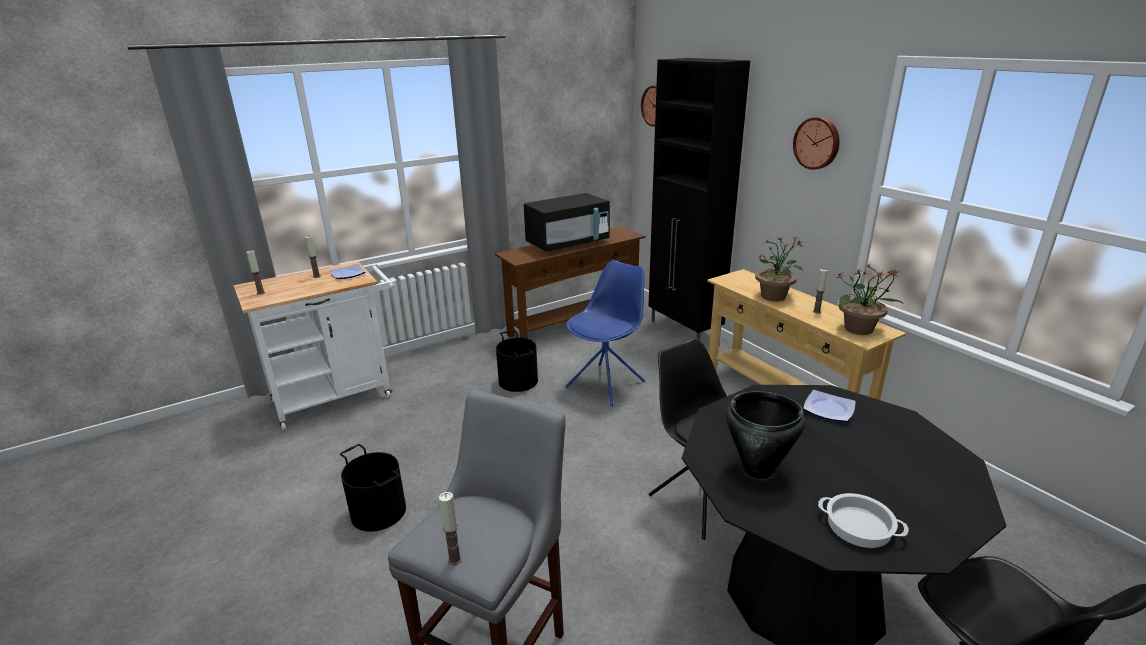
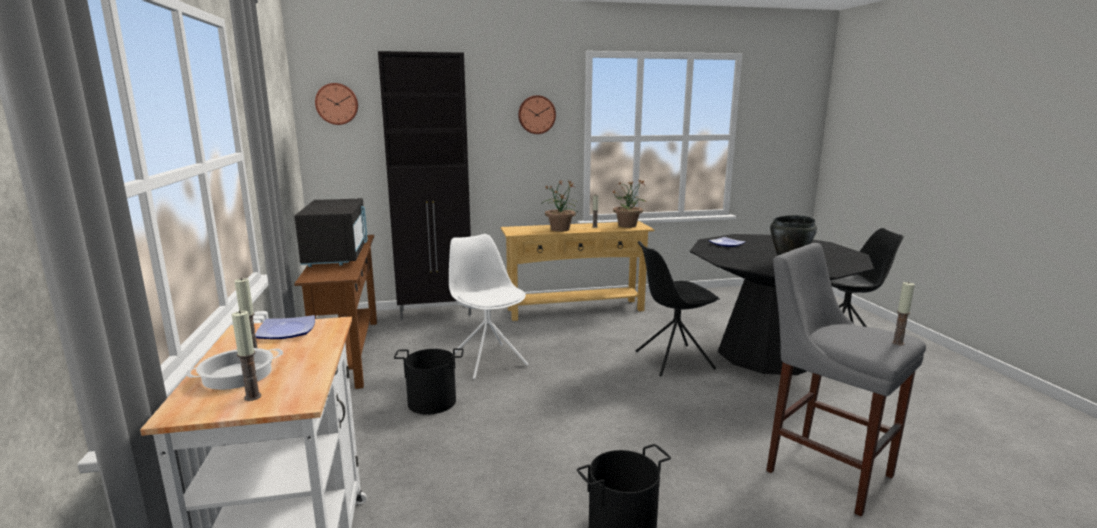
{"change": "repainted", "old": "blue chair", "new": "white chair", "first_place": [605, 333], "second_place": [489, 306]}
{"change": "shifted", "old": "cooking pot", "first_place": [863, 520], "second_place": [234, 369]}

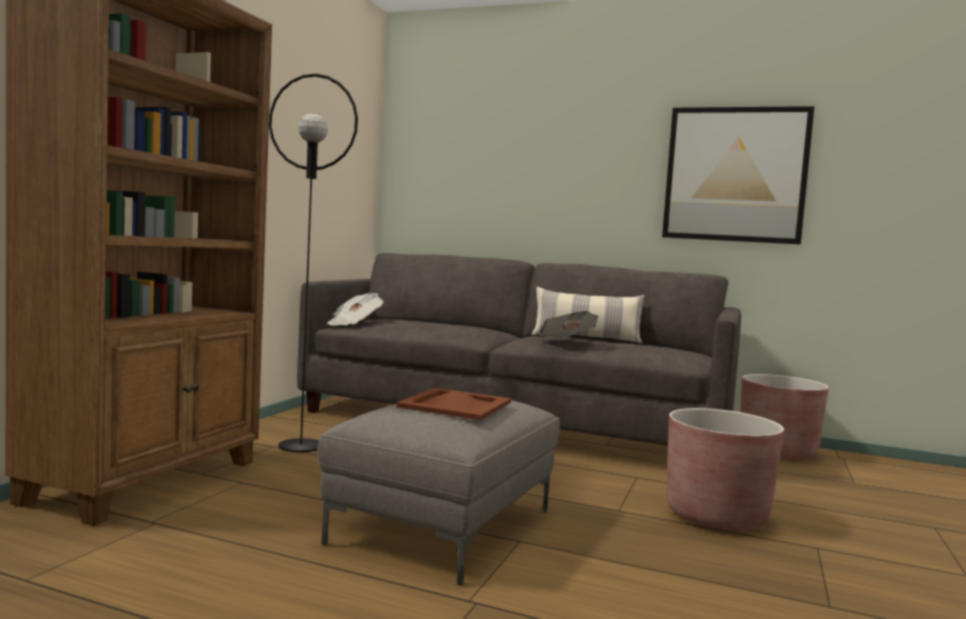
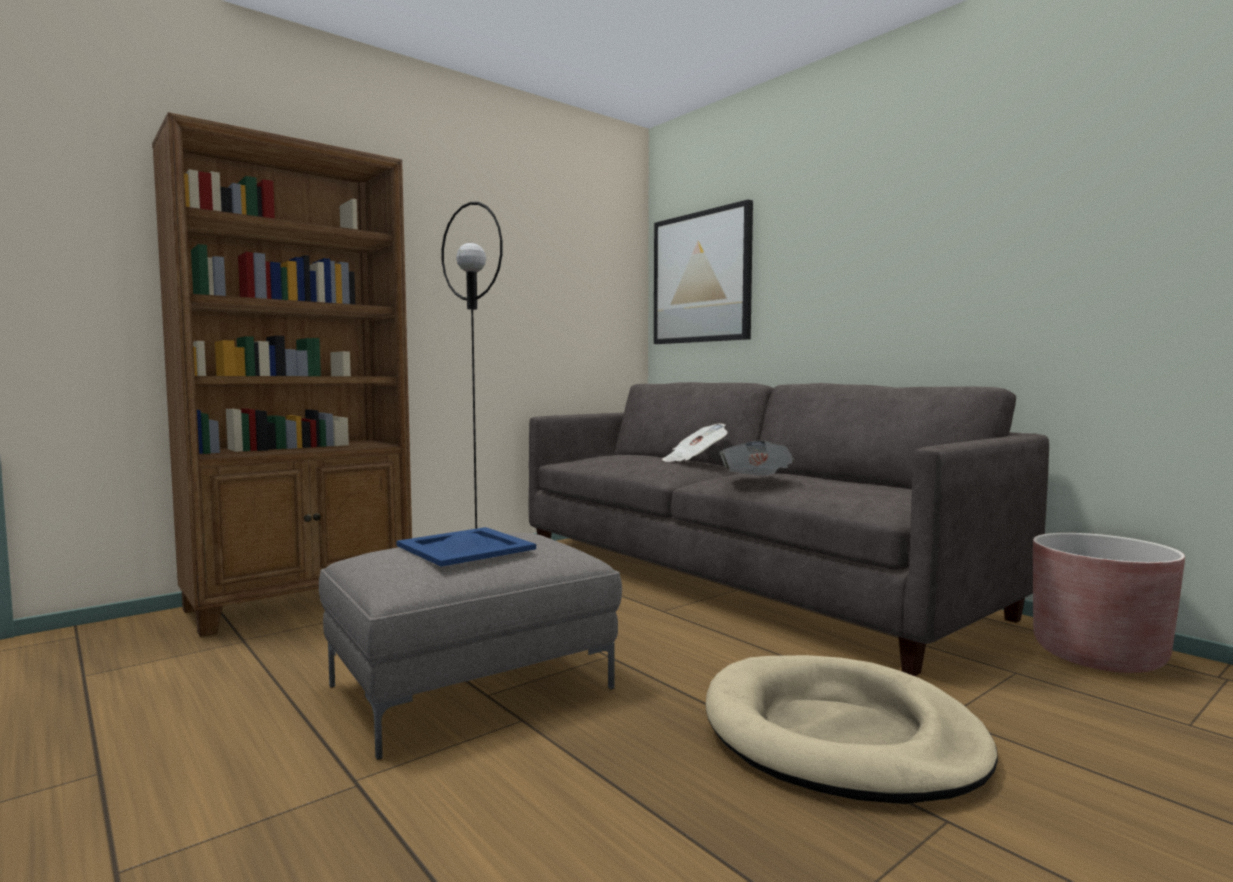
{"change": "shifted", "old": "picture", "first_place": [738, 175], "second_place": [703, 271]}
{"change": "gone", "old": "pillow", "first_place": [588, 315]}
{"change": "shifted", "old": "newspaper", "first_place": [355, 309], "second_place": [695, 442]}
{"change": "repainted", "old": "brown tray", "new": "blue tray", "first_place": [453, 404], "second_place": [466, 547]}
{"change": "swapped", "old": "brown planter", "new": "beige dog bed", "first_place": [725, 469], "second_place": [852, 729]}

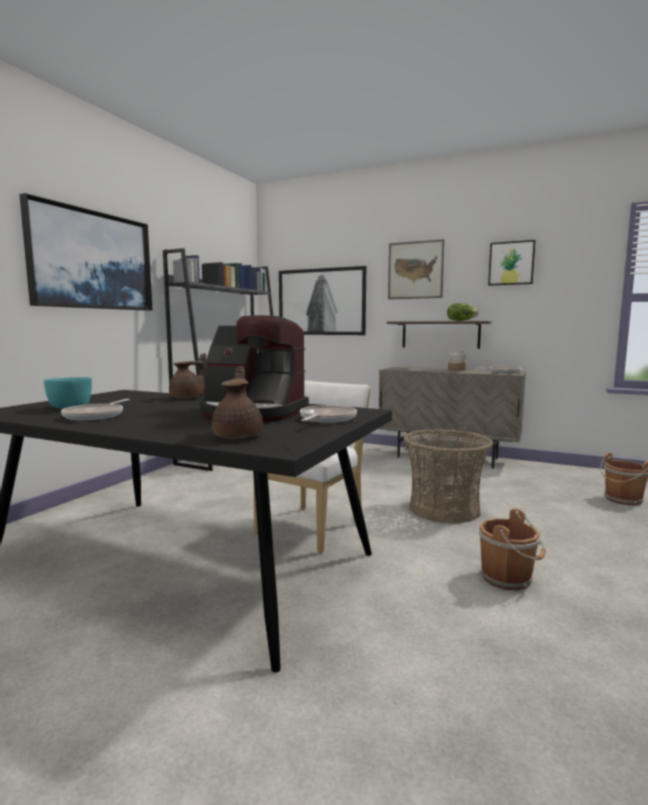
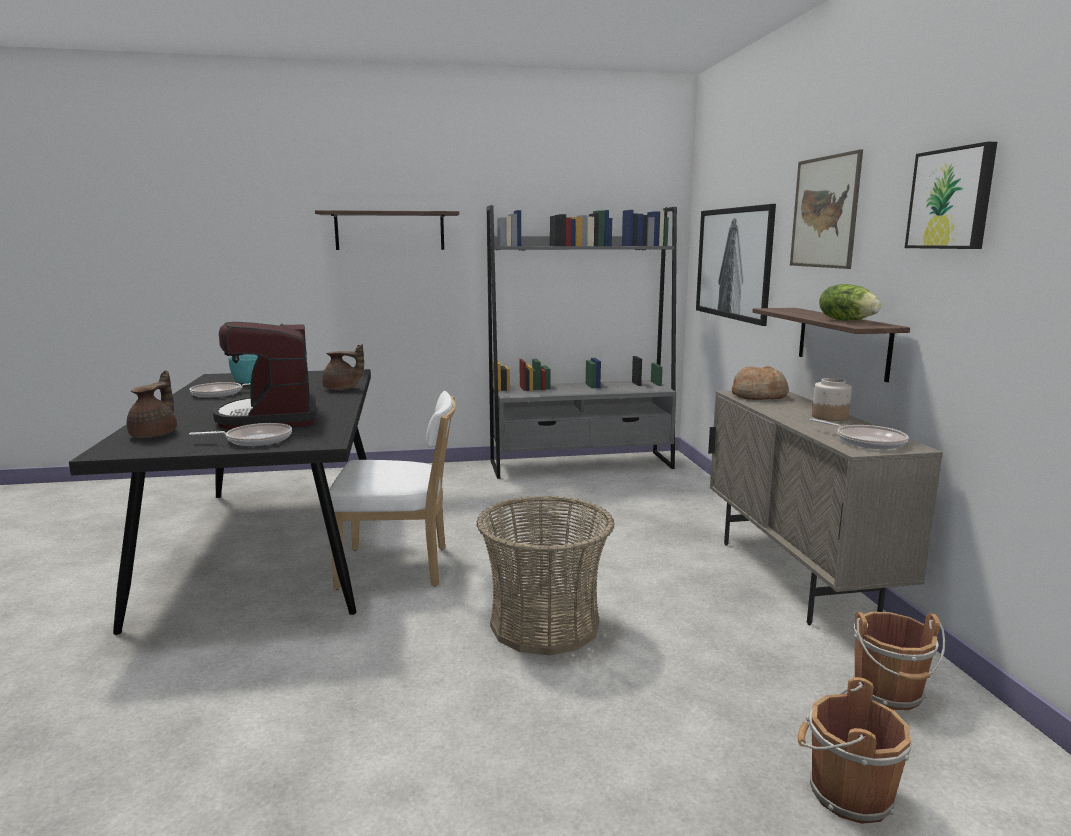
{"change": "swapped", "old": "picture", "new": "shelf", "first_place": [85, 252], "second_place": [387, 230]}
{"change": "rotated", "old": "brown teapot", "first_place": [237, 402], "second_place": [152, 404], "degrees": -45}
{"change": "shifted", "old": "brown bucket", "first_place": [512, 549], "second_place": [899, 661]}
{"change": "new", "new": "bread", "second_place": [759, 383]}

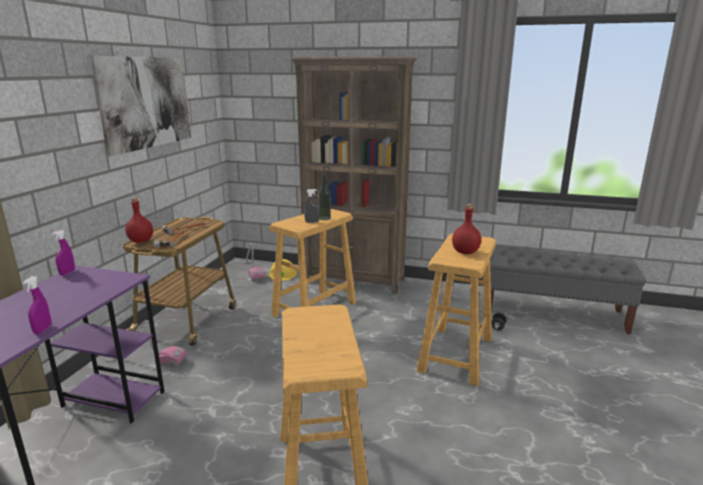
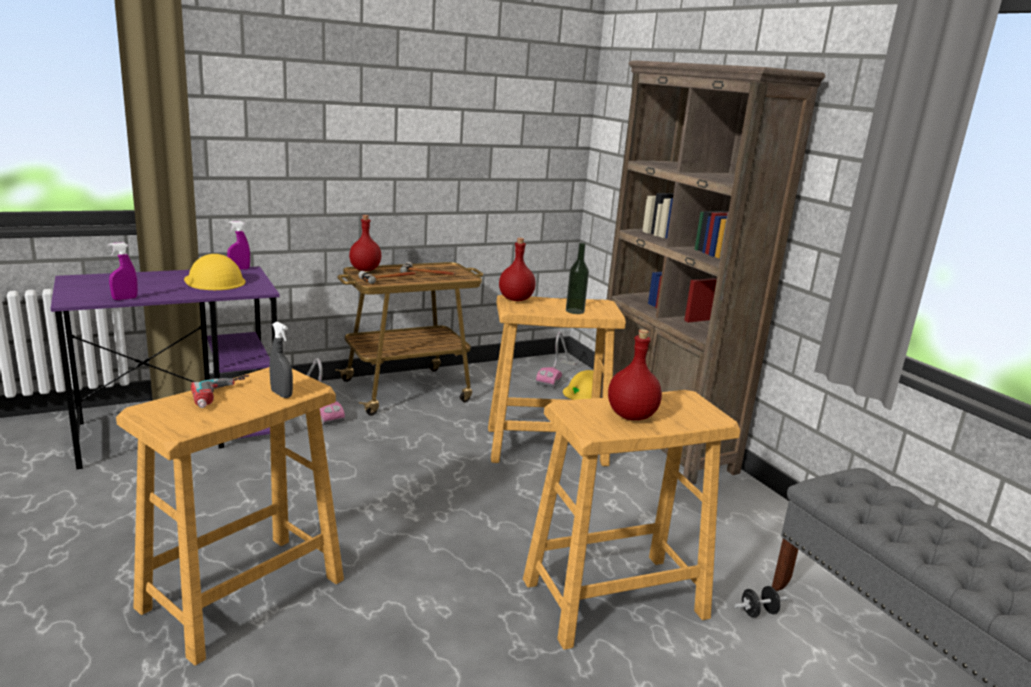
{"change": "gone", "old": "picture", "first_place": [140, 106]}
{"change": "shifted", "old": "grey spray bottle", "first_place": [311, 206], "second_place": [281, 360]}
{"change": "new", "new": "red bottle", "second_place": [517, 269]}
{"change": "new", "new": "yellow hard hat", "second_place": [215, 272]}
{"change": "new", "new": "power drill", "second_place": [220, 391]}

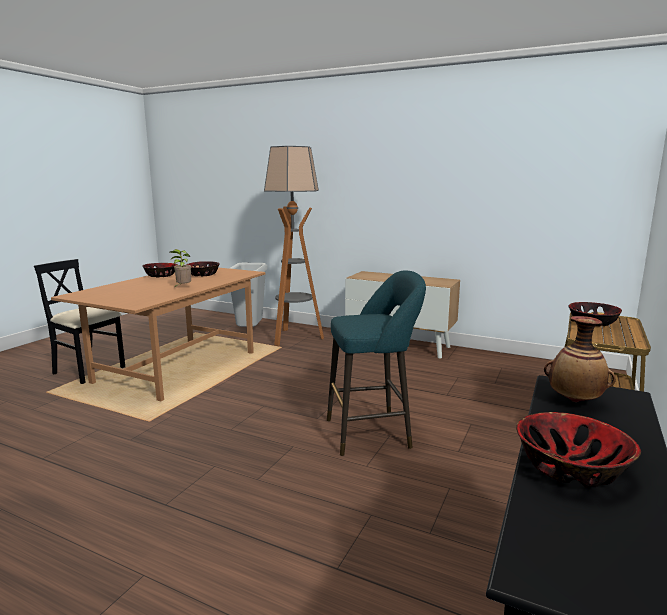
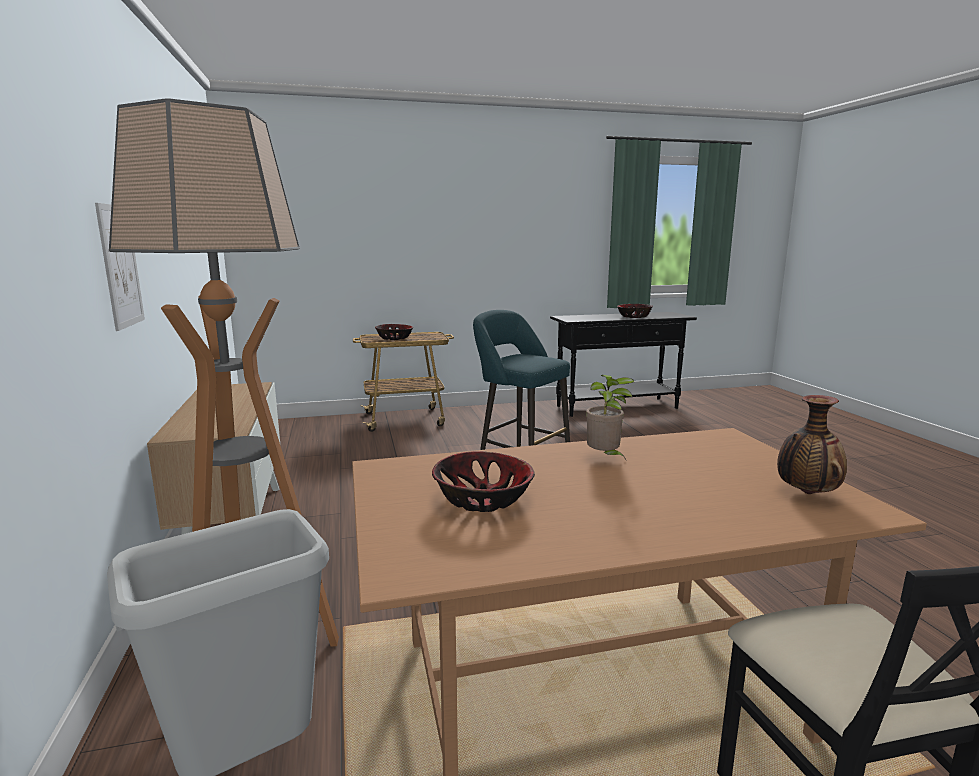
{"change": "gone", "old": "bowl", "first_place": [160, 270]}
{"change": "shifted", "old": "vase", "first_place": [580, 359], "second_place": [812, 444]}
{"change": "new", "new": "picture", "second_place": [120, 267]}

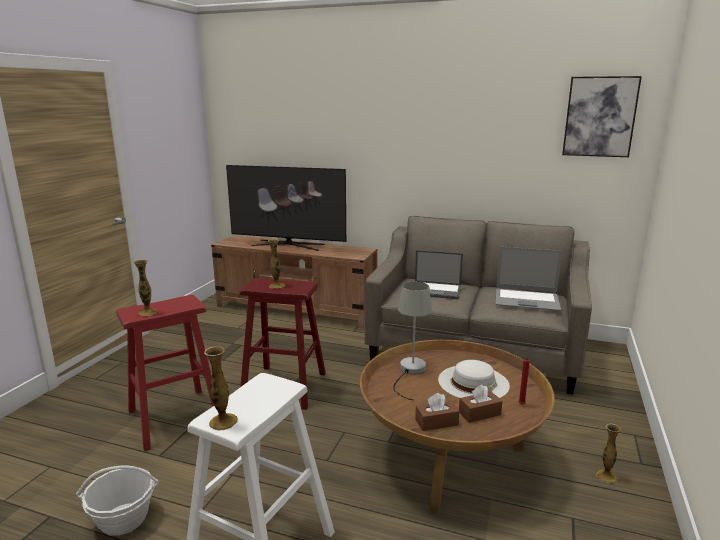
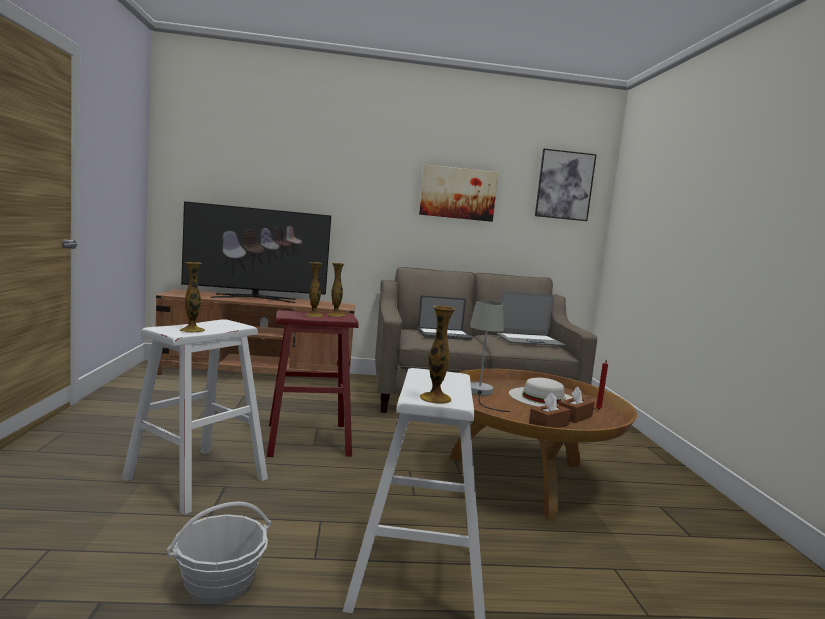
{"change": "repainted", "old": "red stool", "new": "white stool", "first_place": [165, 373], "second_place": [195, 417]}
{"change": "shifted", "old": "vase", "first_place": [608, 453], "second_place": [336, 290]}
{"change": "new", "new": "picture", "second_place": [458, 193]}

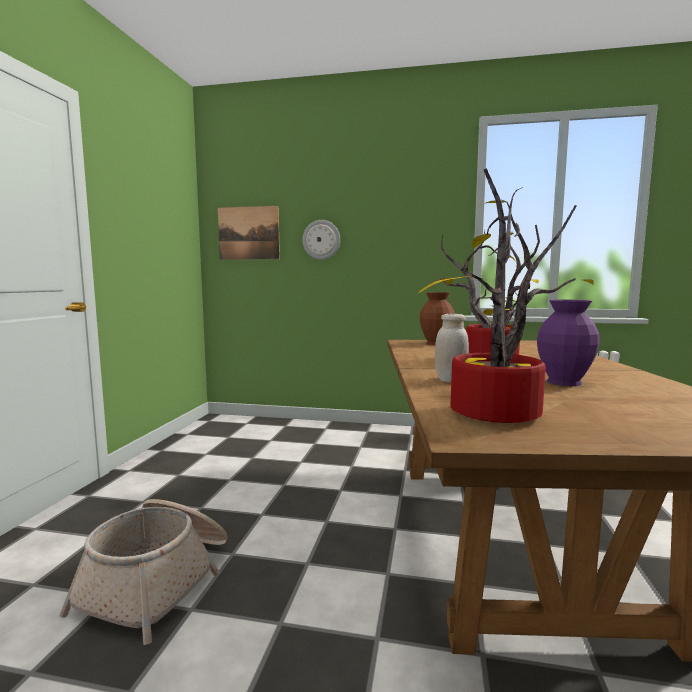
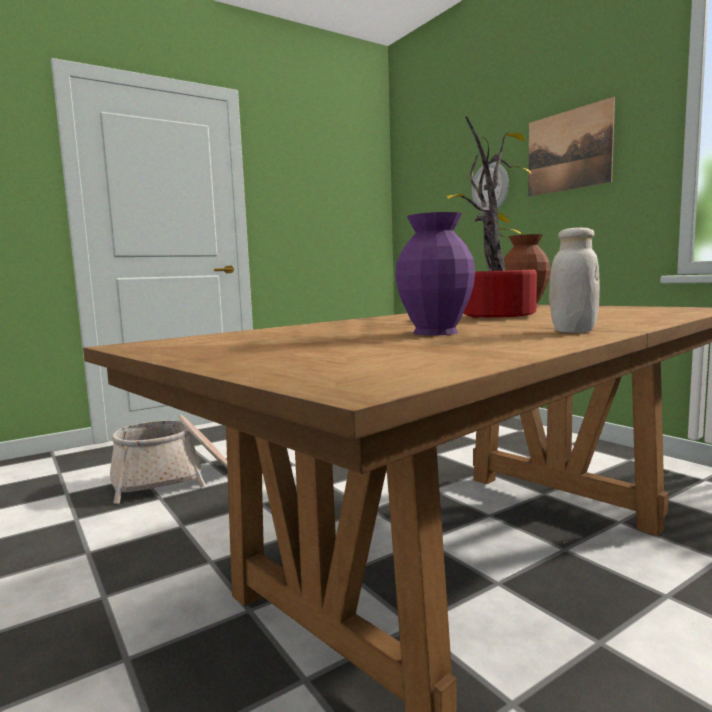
{"change": "gone", "old": "potted plant", "first_place": [506, 295]}
{"change": "shifted", "old": "picture", "first_place": [249, 233], "second_place": [571, 147]}
{"change": "shifted", "old": "white jar", "first_place": [452, 348], "second_place": [574, 280]}

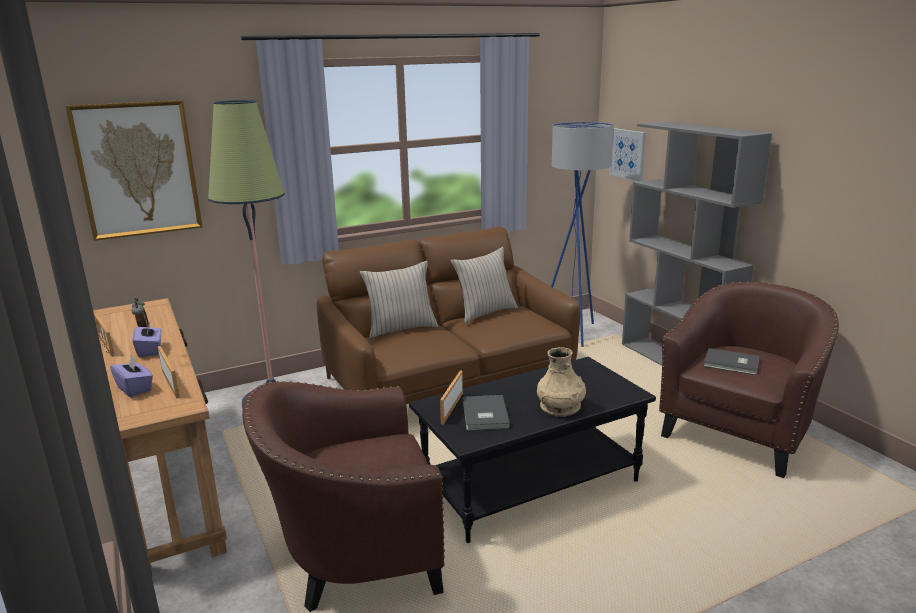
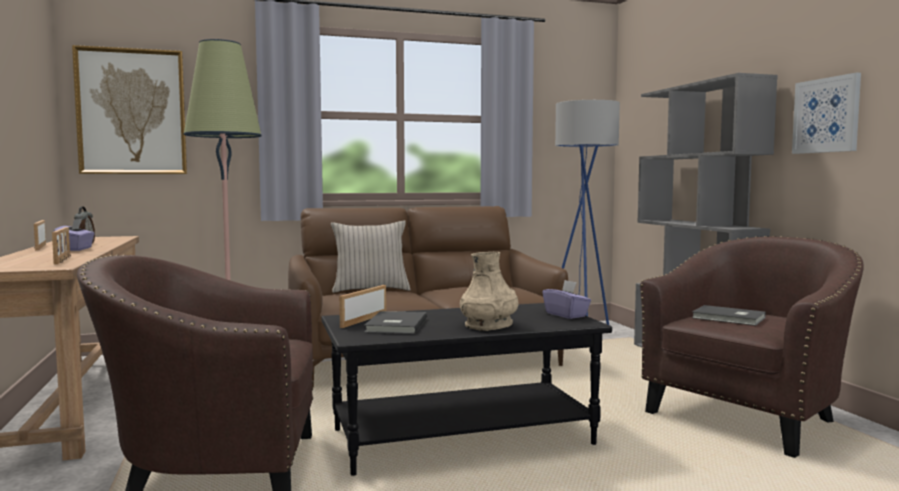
{"change": "shifted", "old": "picture", "first_place": [627, 154], "second_place": [826, 113]}
{"change": "gone", "old": "beige pillow", "first_place": [484, 285]}
{"change": "shifted", "old": "purple tissue box", "first_place": [131, 376], "second_place": [566, 299]}

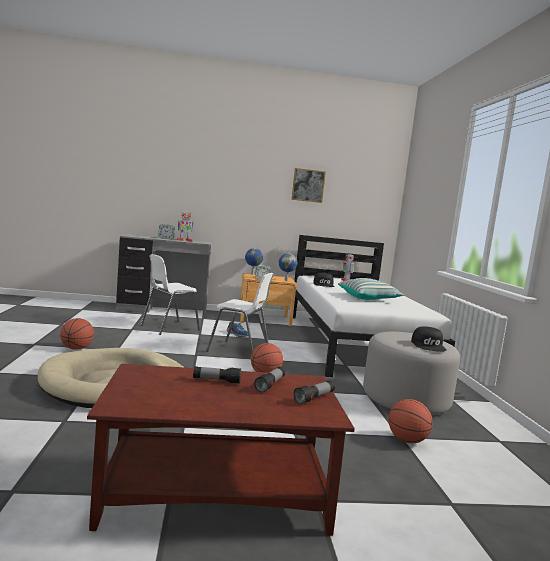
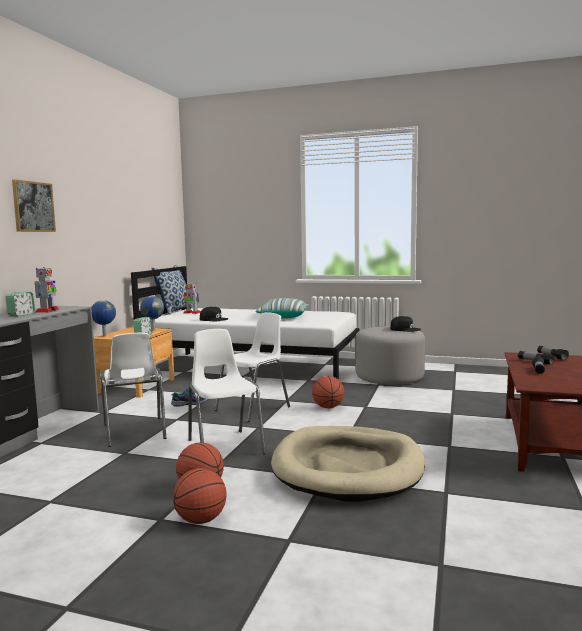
{"change": "shifted", "old": "picture", "first_place": [308, 185], "second_place": [34, 205]}
{"change": "shifted", "old": "basketball", "first_place": [410, 421], "second_place": [200, 496]}
{"change": "new", "new": "pillow", "second_place": [172, 290]}
{"change": "new", "new": "white chair", "second_place": [227, 392]}

